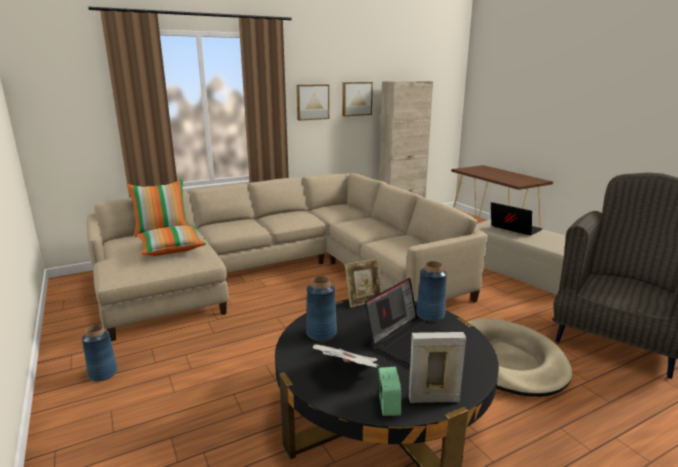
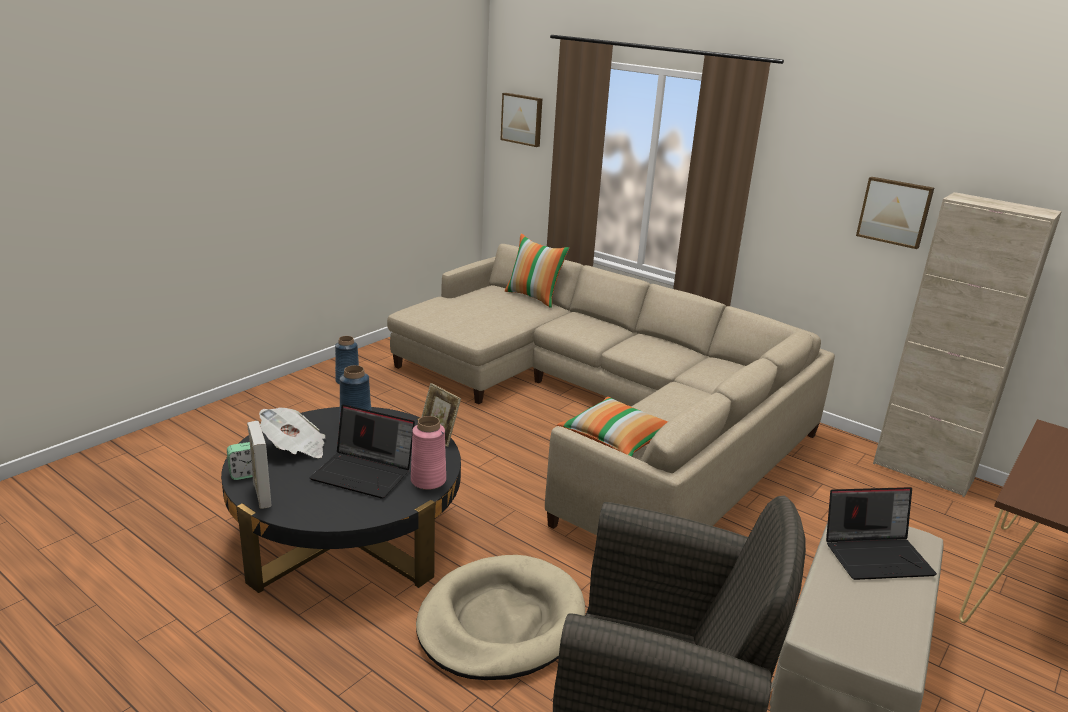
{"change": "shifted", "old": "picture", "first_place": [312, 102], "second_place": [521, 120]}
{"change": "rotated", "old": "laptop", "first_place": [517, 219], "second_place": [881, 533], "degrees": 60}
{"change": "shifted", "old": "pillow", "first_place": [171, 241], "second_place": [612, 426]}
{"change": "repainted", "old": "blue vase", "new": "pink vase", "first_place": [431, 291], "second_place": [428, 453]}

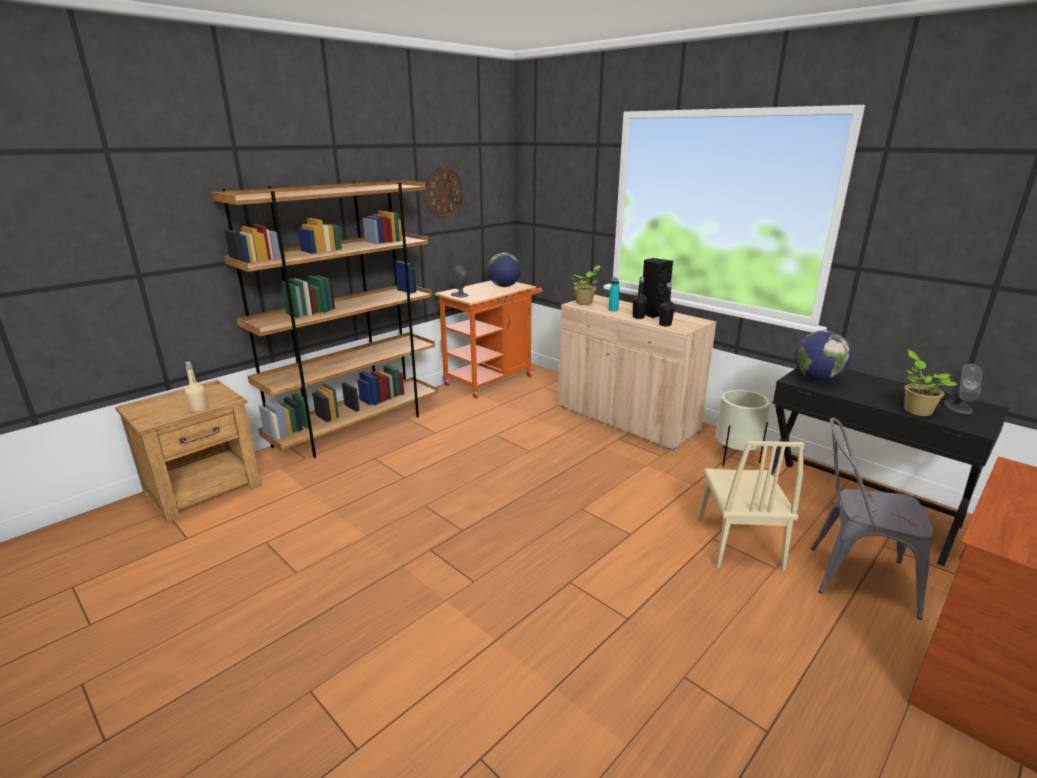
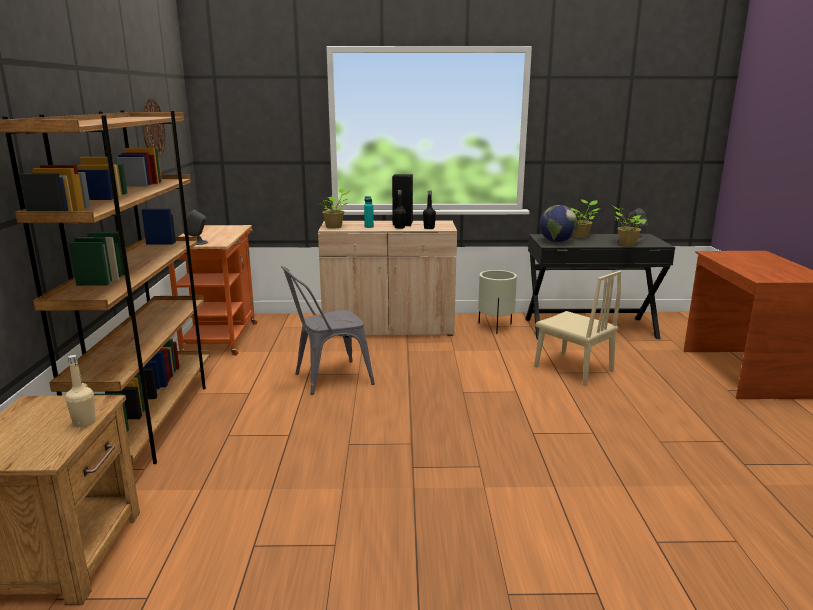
{"change": "gone", "old": "globe", "first_place": [504, 270]}
{"change": "shifted", "old": "grey chair", "first_place": [872, 518], "second_place": [328, 330]}
{"change": "new", "new": "potted plant", "second_place": [586, 218]}

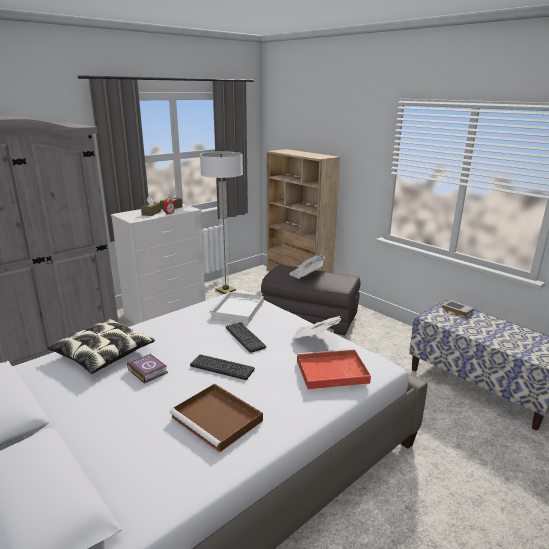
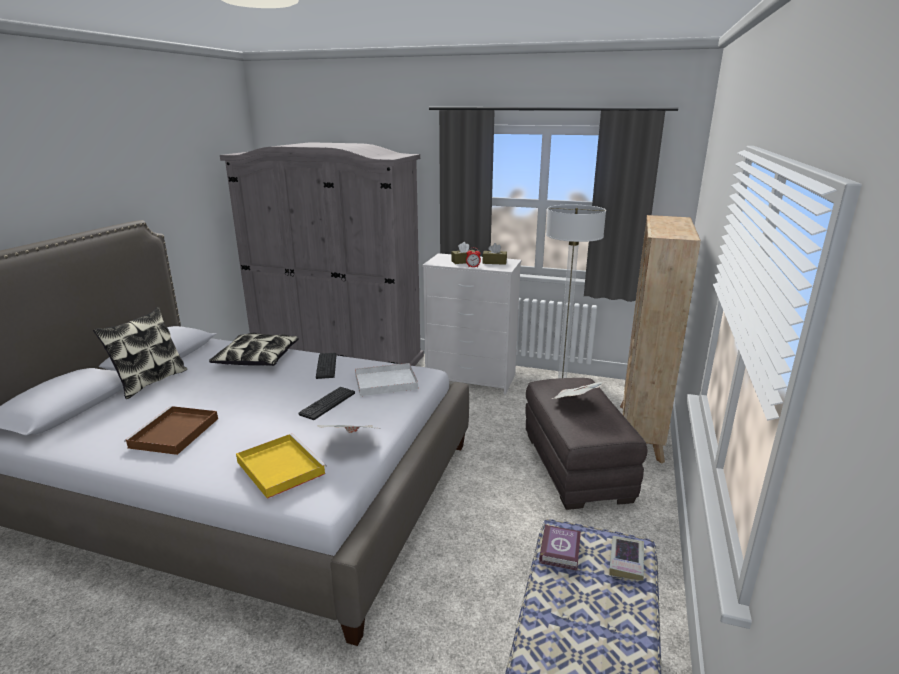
{"change": "repainted", "old": "red tray", "new": "yellow tray", "first_place": [334, 369], "second_place": [281, 466]}
{"change": "shifted", "old": "book", "first_place": [147, 369], "second_place": [560, 547]}
{"change": "shifted", "old": "keyboard", "first_place": [222, 367], "second_place": [326, 366]}
{"change": "new", "new": "pillow", "second_place": [140, 353]}

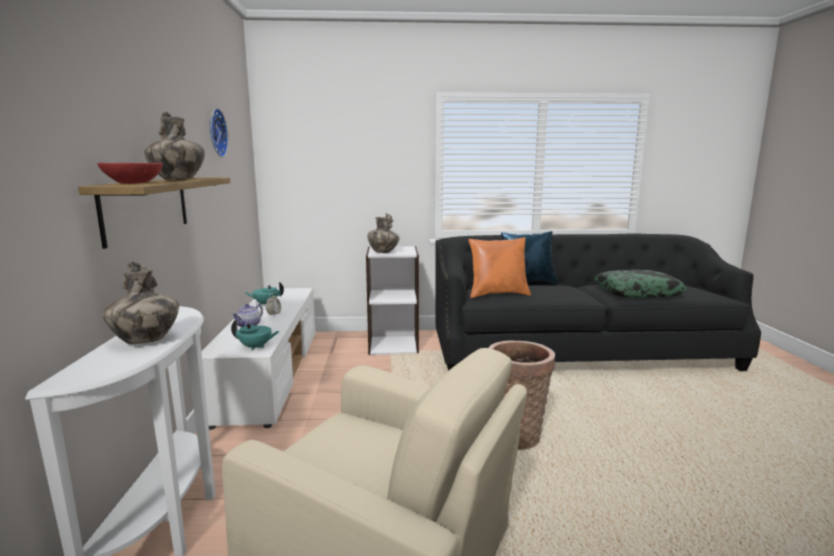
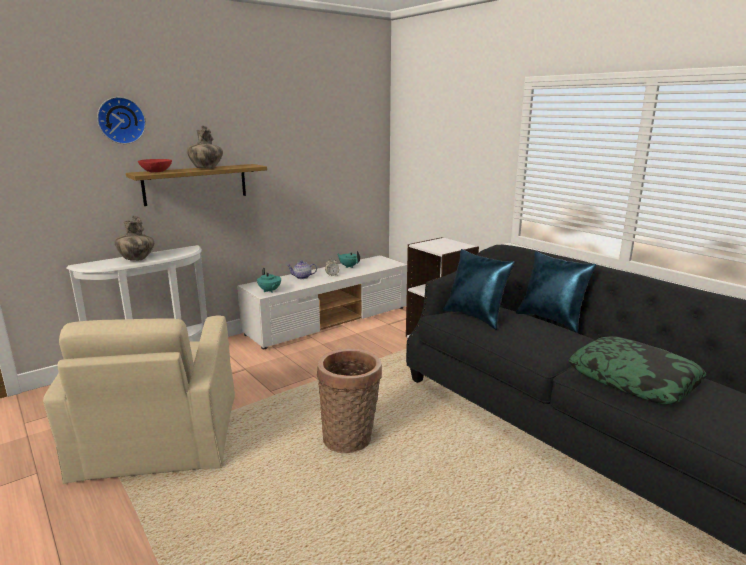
{"change": "shifted", "old": "wall clock", "first_place": [219, 133], "second_place": [121, 120]}
{"change": "gone", "old": "vase", "first_place": [383, 233]}
{"change": "repainted", "old": "orange pillow", "new": "blue pillow", "first_place": [499, 267], "second_place": [479, 289]}

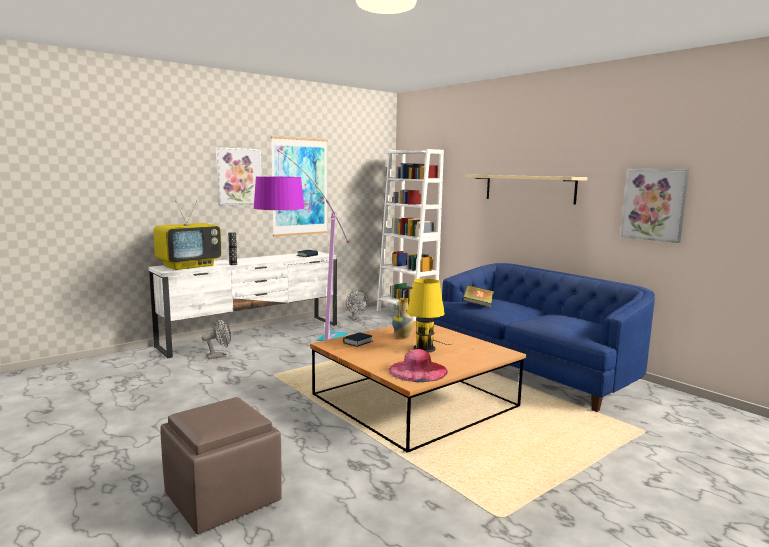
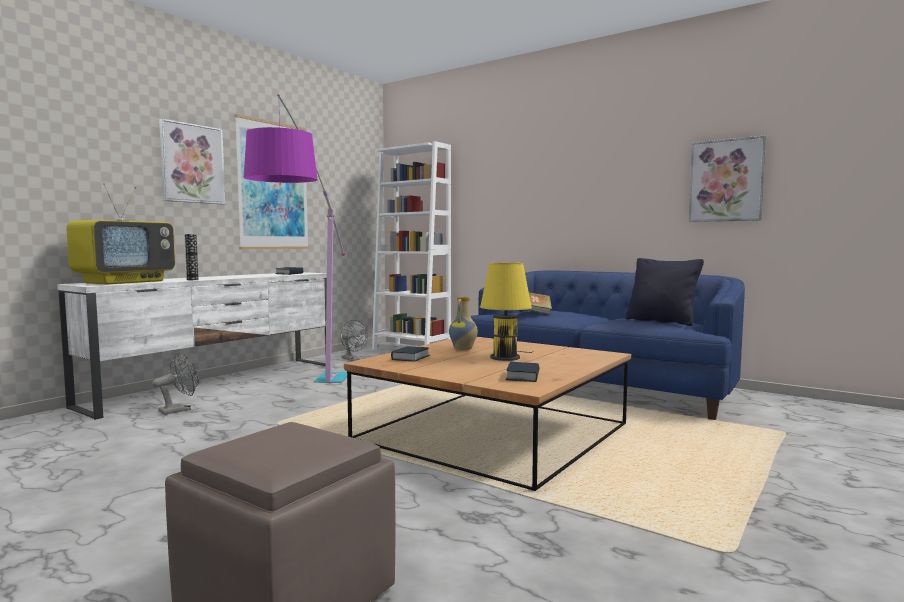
{"change": "gone", "old": "beige shelf", "first_place": [526, 190]}
{"change": "swapped", "old": "pink hat", "new": "book", "first_place": [418, 365], "second_place": [522, 372]}
{"change": "new", "new": "black pillow", "second_place": [664, 292]}

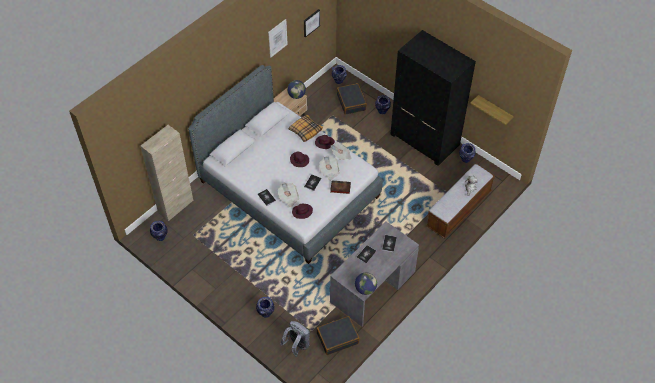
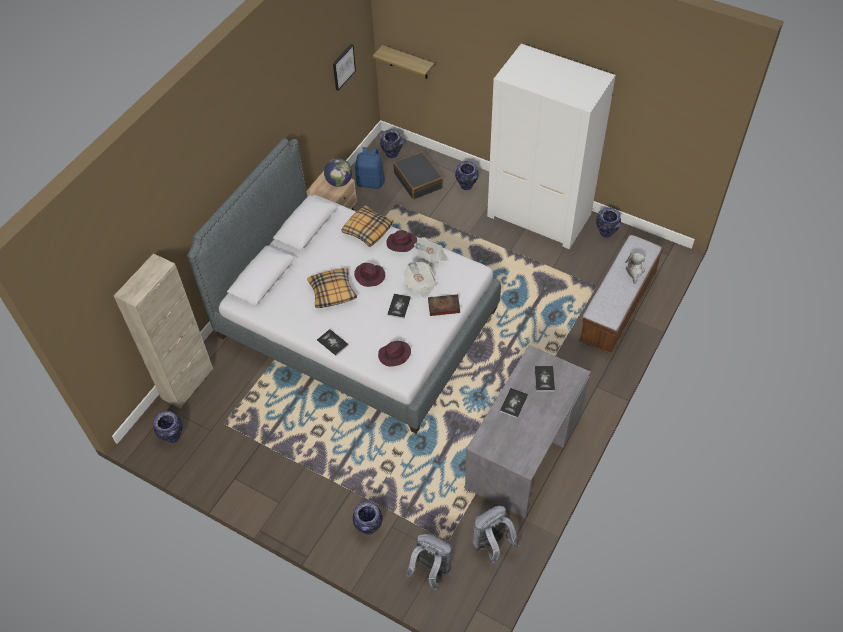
{"change": "gone", "old": "picture", "first_place": [278, 38]}
{"change": "repainted", "old": "black wardrobe", "new": "white wardrobe", "first_place": [433, 98], "second_place": [551, 146]}
{"change": "shifted", "old": "shelf", "first_place": [492, 110], "second_place": [403, 62]}
{"change": "gone", "old": "newspaper", "first_place": [288, 194]}
{"change": "gone", "old": "globe", "first_place": [366, 283]}
{"change": "swapped", "old": "black suitcase", "new": "grey backpack", "first_place": [338, 335], "second_place": [496, 535]}
{"change": "new", "new": "blue backpack", "second_place": [370, 168]}
{"change": "new", "new": "pillow", "second_place": [332, 288]}

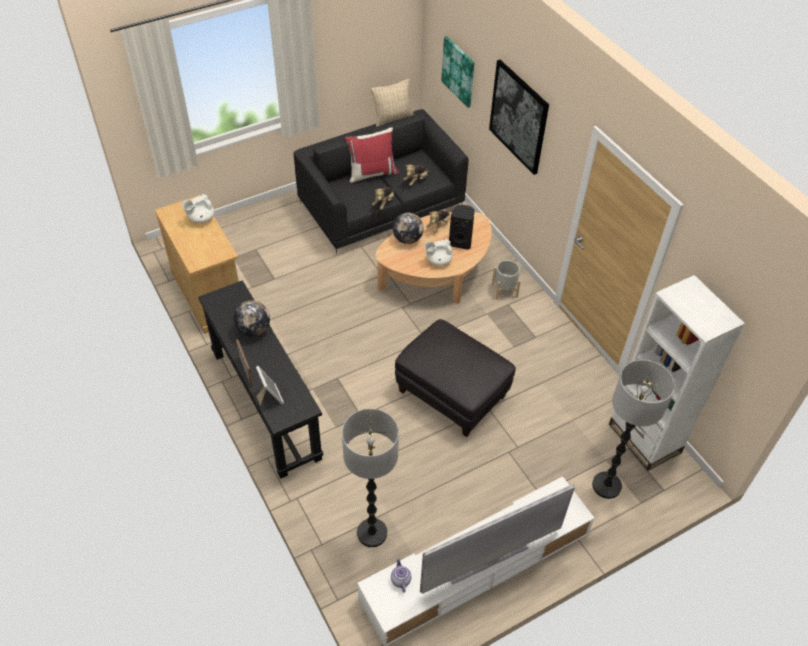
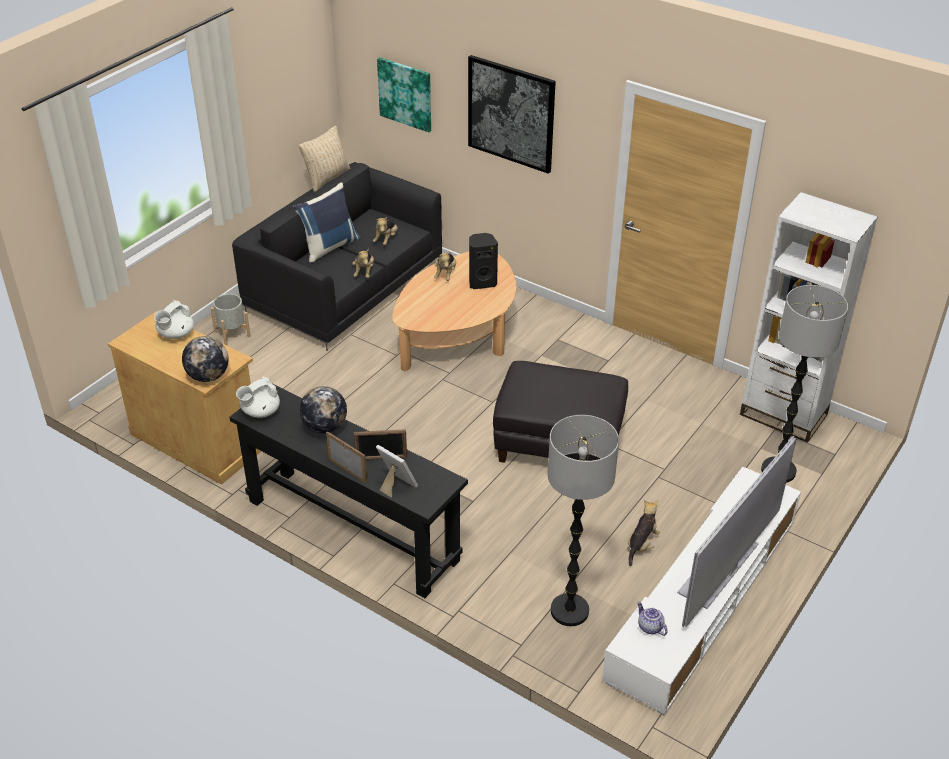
{"change": "repainted", "old": "red pillow", "new": "blue pillow", "first_place": [372, 155], "second_place": [327, 223]}
{"change": "shifted", "old": "globe", "first_place": [408, 228], "second_place": [205, 359]}
{"change": "shifted", "old": "white teapot", "first_place": [438, 252], "second_place": [258, 397]}
{"change": "shifted", "old": "grey planter", "first_place": [506, 280], "second_place": [231, 320]}
{"change": "new", "new": "picture frame", "second_place": [380, 444]}
{"change": "new", "new": "plush toy", "second_place": [644, 533]}

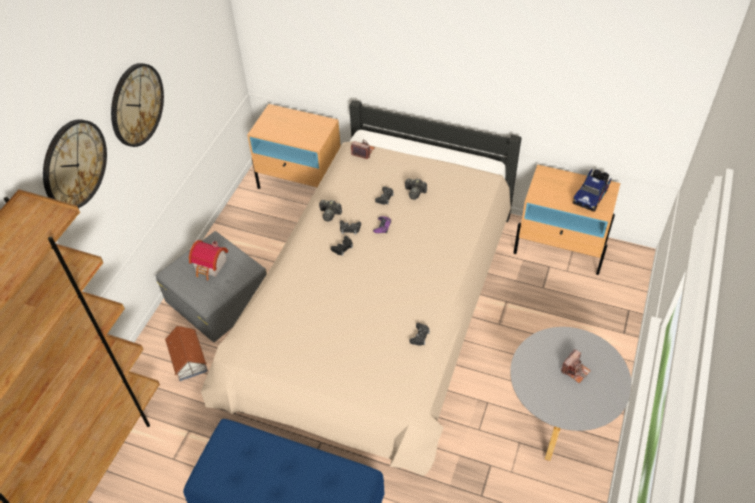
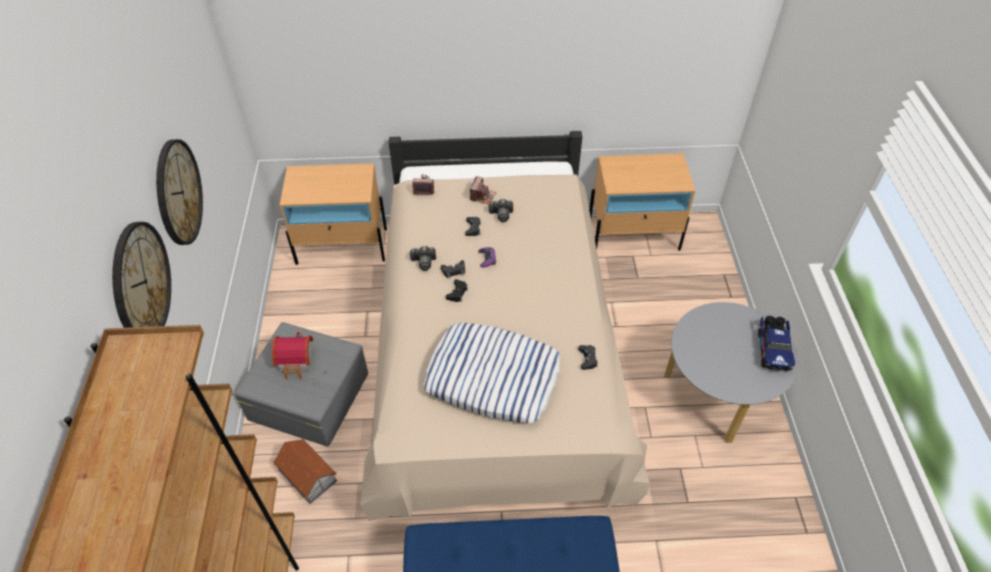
{"change": "shifted", "old": "toy truck", "first_place": [592, 190], "second_place": [776, 343]}
{"change": "shifted", "old": "photo camera", "first_place": [576, 366], "second_place": [483, 190]}
{"change": "new", "new": "pillow", "second_place": [492, 372]}

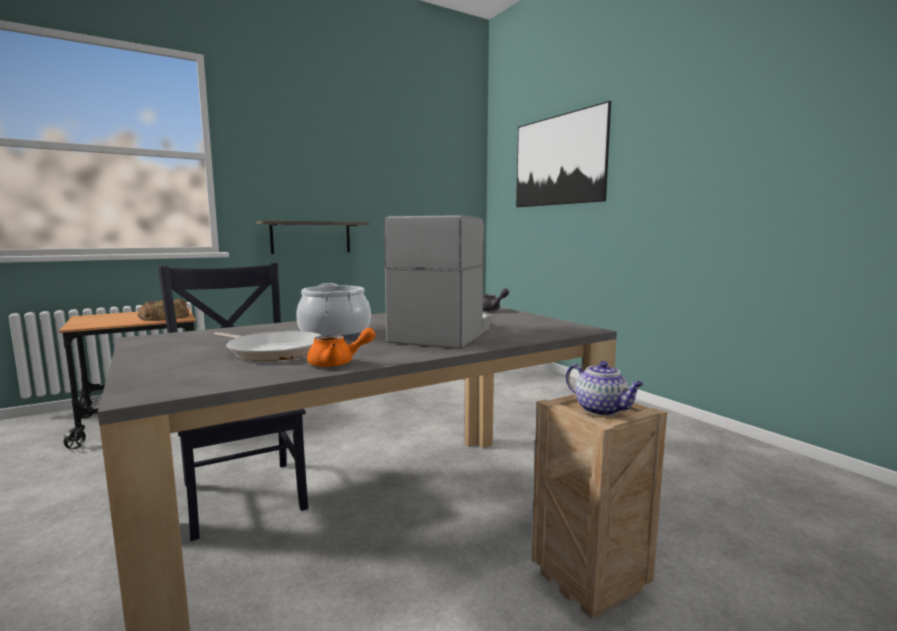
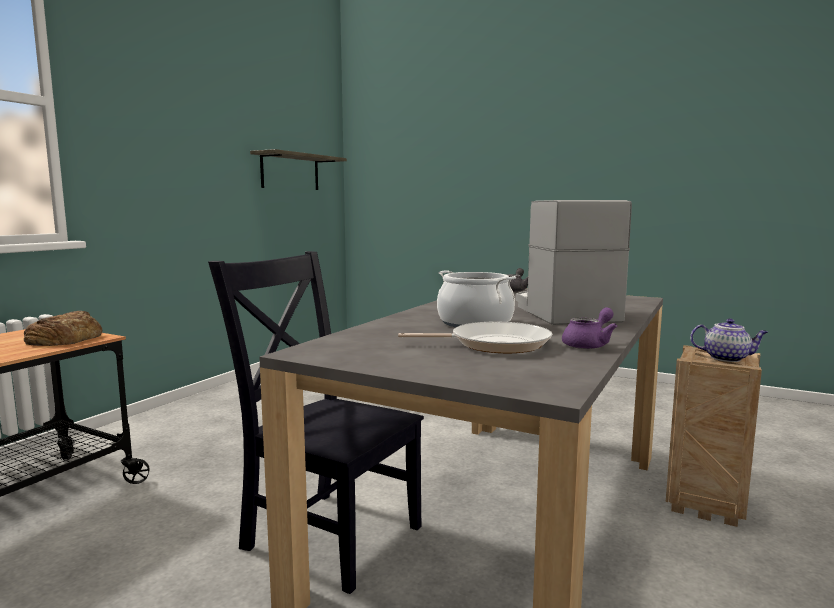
{"change": "gone", "old": "picture", "first_place": [563, 154]}
{"change": "shifted", "old": "shelf", "first_place": [313, 237], "second_place": [298, 169]}
{"change": "repainted", "old": "orange teapot", "new": "purple teapot", "first_place": [341, 347], "second_place": [589, 328]}

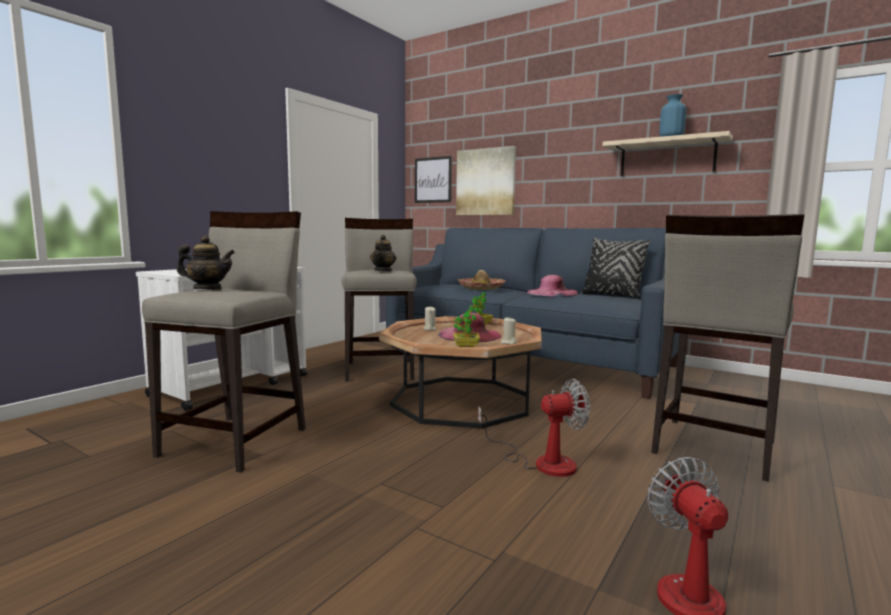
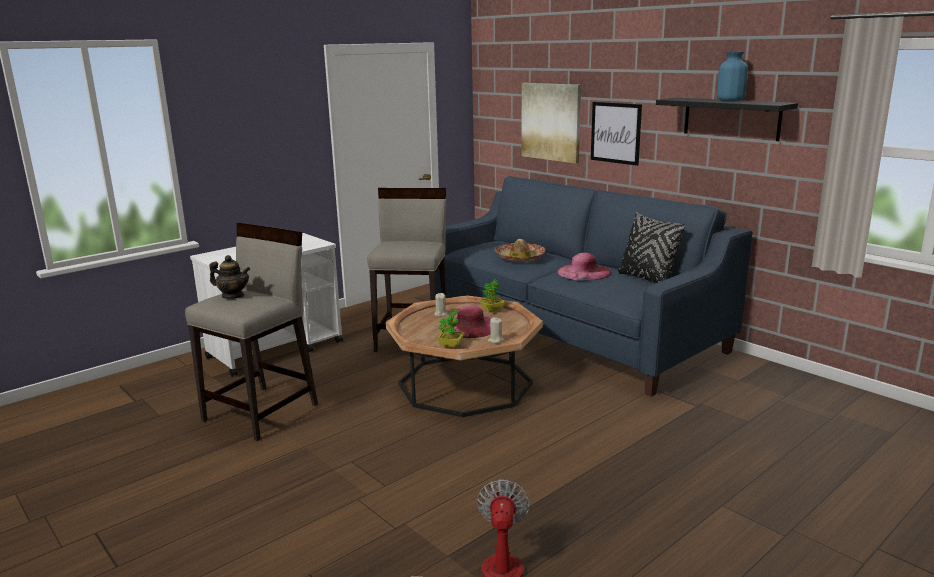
{"change": "repainted", "old": "beige shelf", "new": "black shelf", "first_place": [667, 153], "second_place": [727, 119]}
{"change": "shifted", "old": "picture", "first_place": [433, 179], "second_place": [616, 134]}
{"change": "gone", "old": "beige stool", "first_place": [727, 348]}
{"change": "gone", "old": "teapot", "first_place": [383, 253]}
{"change": "gone", "old": "fan", "first_place": [534, 428]}

